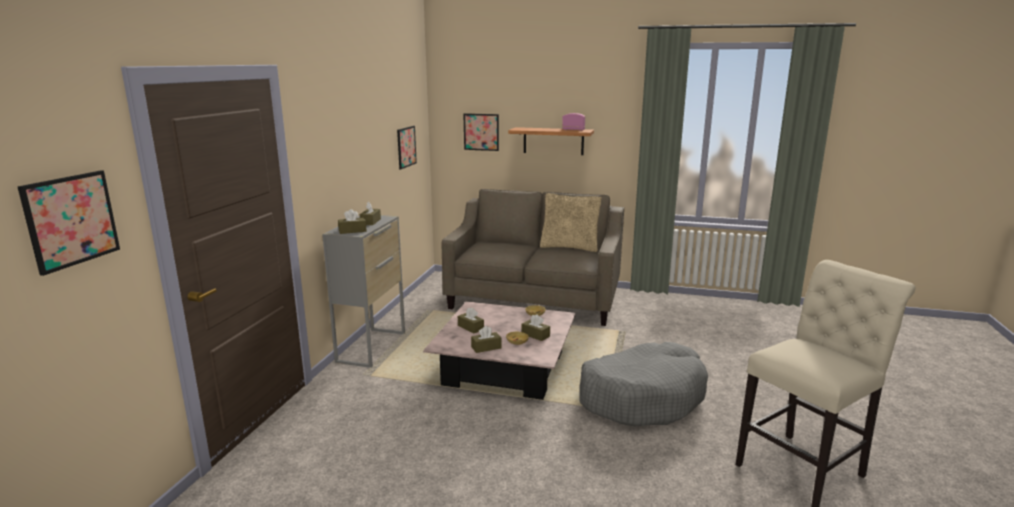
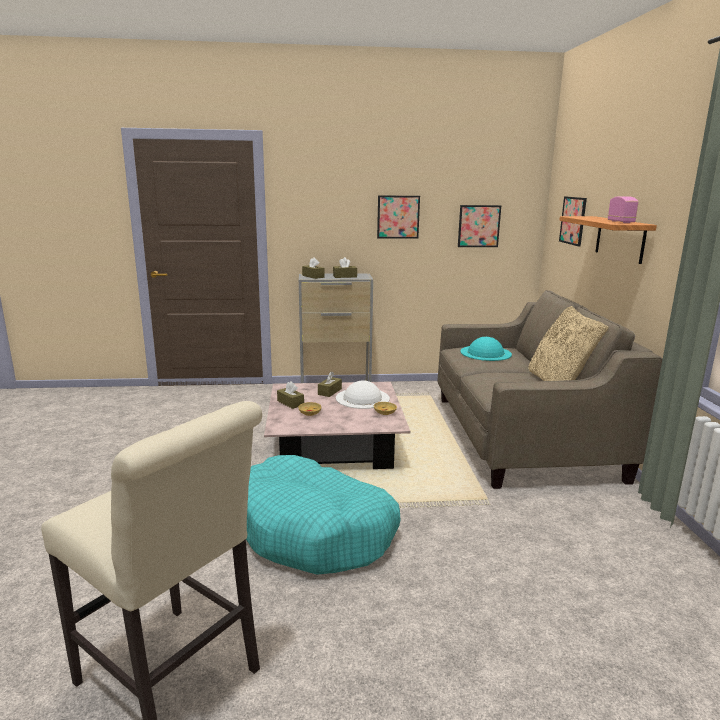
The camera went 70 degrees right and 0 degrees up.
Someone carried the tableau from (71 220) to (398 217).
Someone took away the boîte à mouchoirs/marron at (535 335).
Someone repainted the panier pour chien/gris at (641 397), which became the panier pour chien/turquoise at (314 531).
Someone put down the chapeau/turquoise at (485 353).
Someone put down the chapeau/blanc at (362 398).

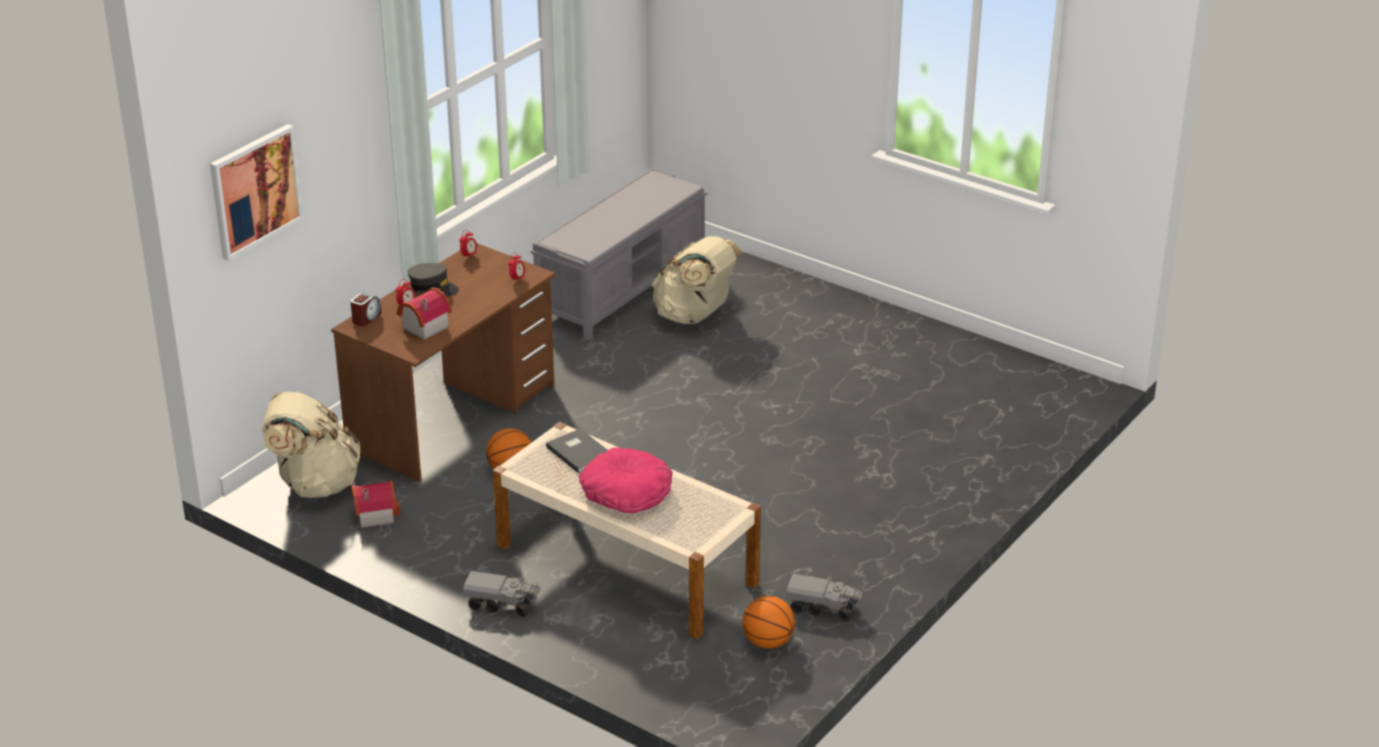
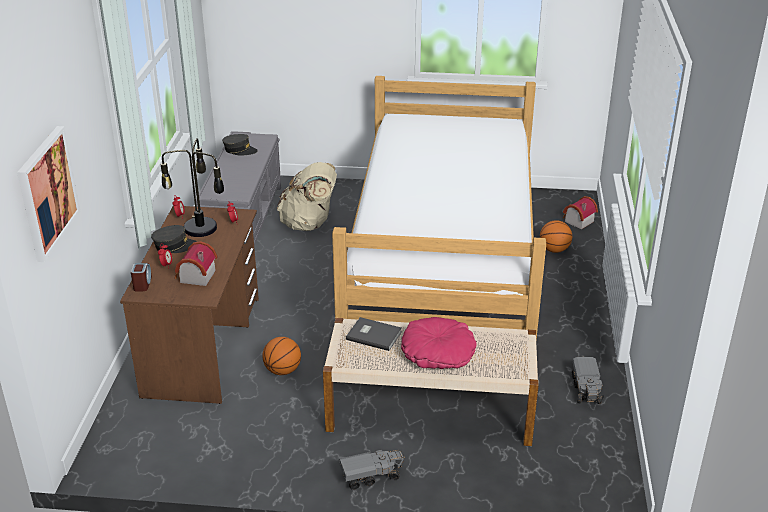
The camera went 30 degrees left and 0 degrees up.
Someone took away the sac à dos/beige at (315 484).
Someone carried the maison miniature from (373 514) to (577 221).
Someone rotated the camion jouet at (823 608) by 105 degrees clockwise.
Someone carried the ballon de basket from (768 642) to (554 250).
Someone put down the lit at (444 273).
Someone put down the casquette/gris at (239 150).
Someone put down the lampe de table at (201 228).

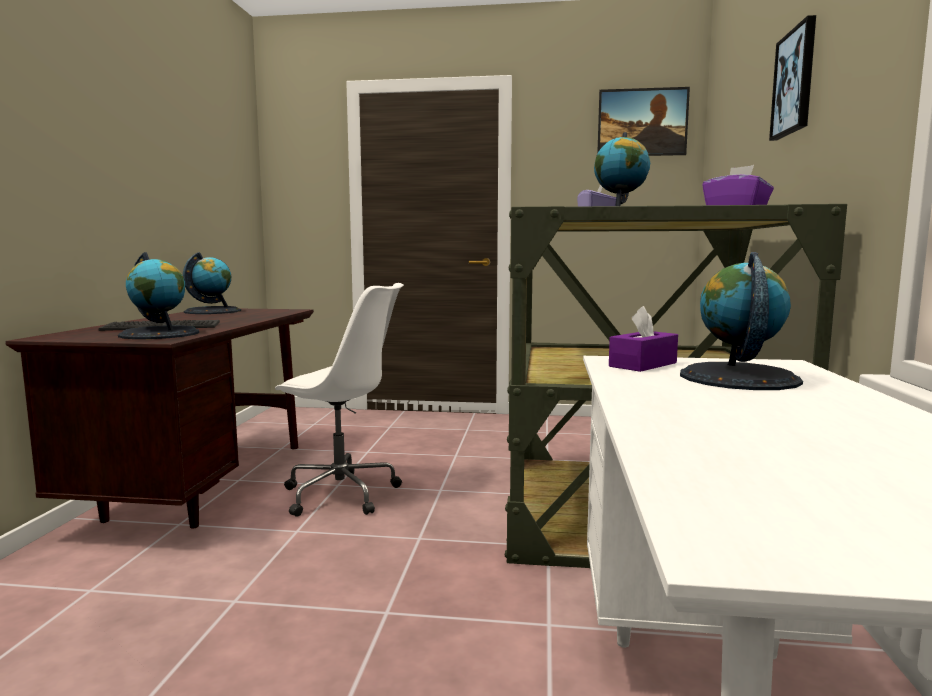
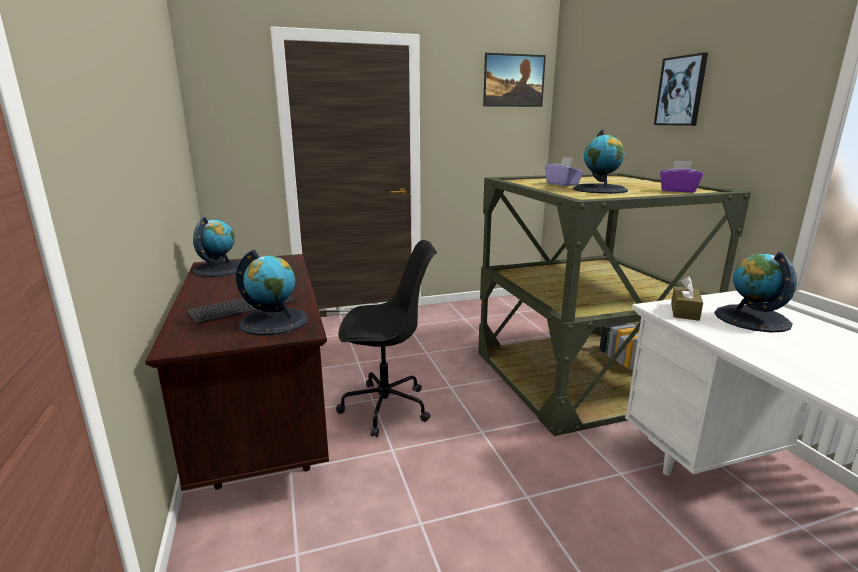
The camera went 25 degrees left and 10 degrees up.
Someone repainted the chaise de bureau/blanc at (343 495), which became the chaise de bureau/noir at (388 408).
Someone repainted the boîte à mouchoirs/violet at (643 364), which became the boîte à mouchoirs/marron at (684 311).

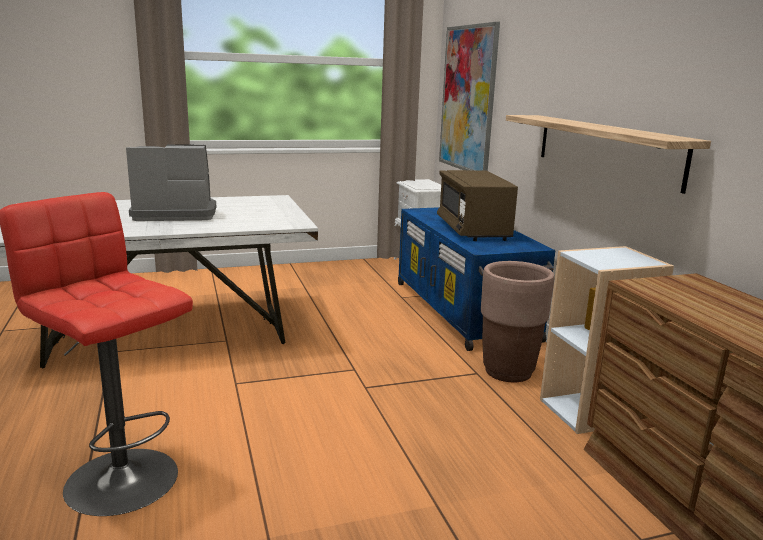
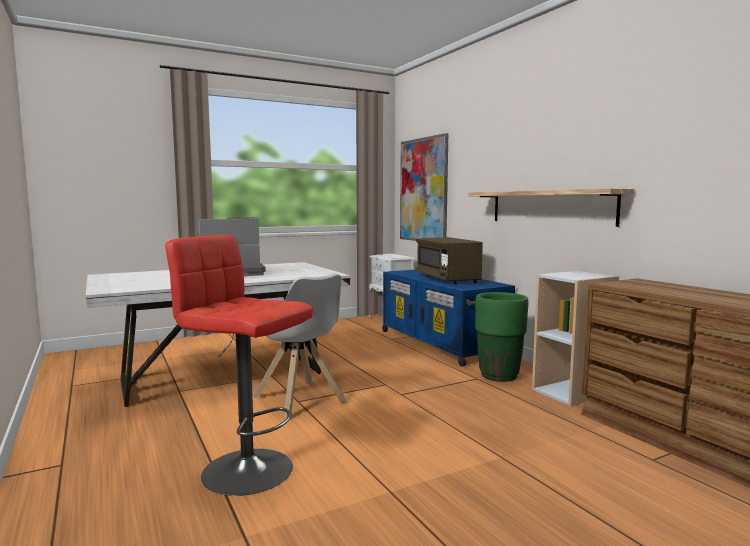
The camera went 10 degrees left and 10 degrees down.
Someone repainted the cache-pot/marron at (508 372), which became the cache-pot/vert at (499 376).
Someone put down the chaise at (300 400).

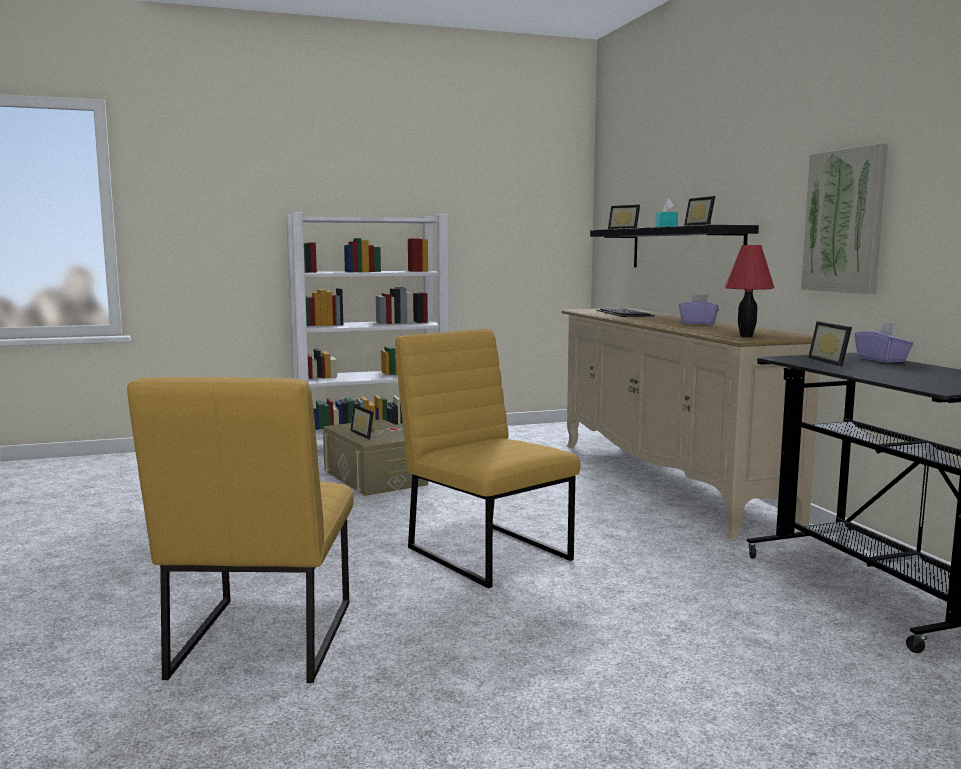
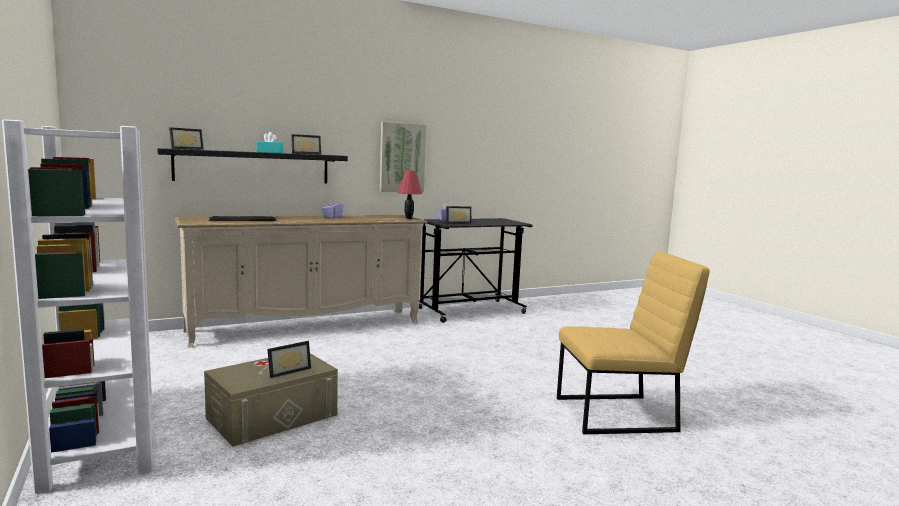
The camera went 100 degrees left and 0 degrees up.
Someone took away the chaise/jaune at (486 551).

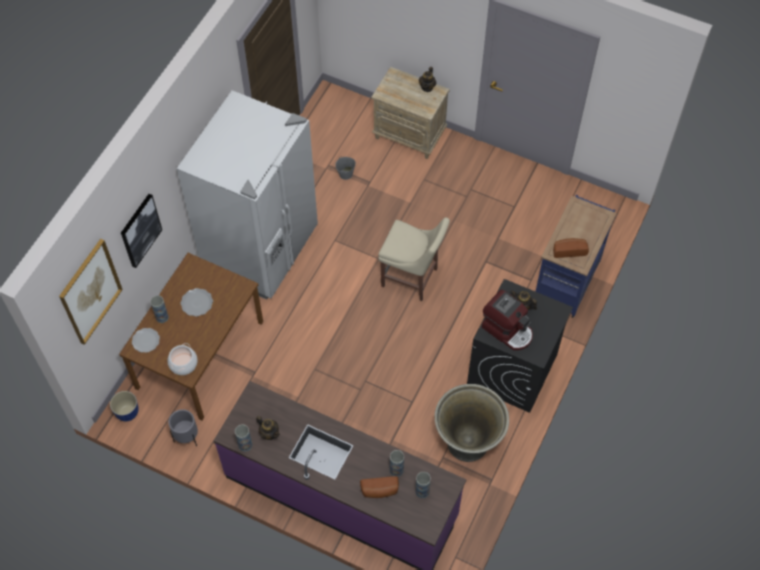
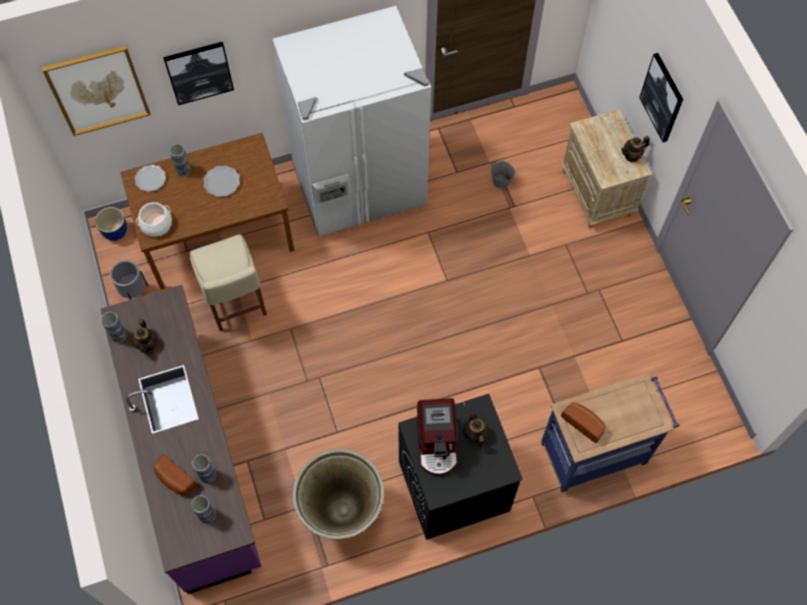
The camera went 45 degrees right and 5 degrees up.
Someone carried the chaise/beige from (412 278) to (236 304).
Someone put up the tableau at (662 97).

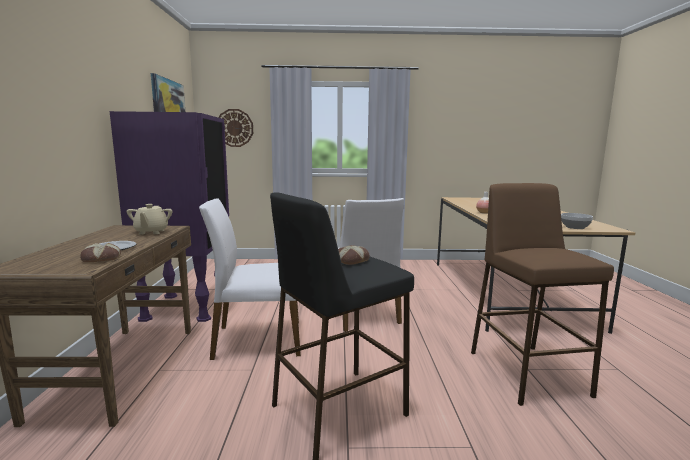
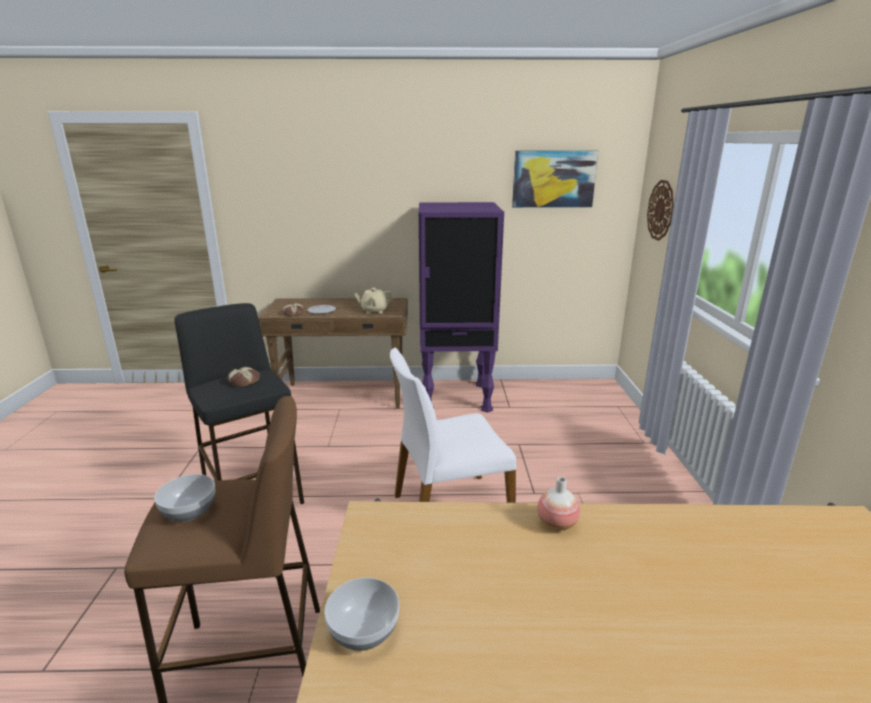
The camera went 90 degrees right and 10 degrees up.
Someone took away the chaise/blanc at (257 339).
Someone put down the bol at (189 510).

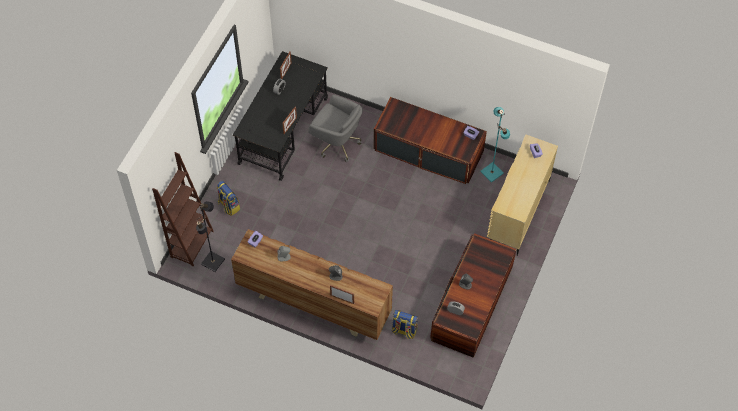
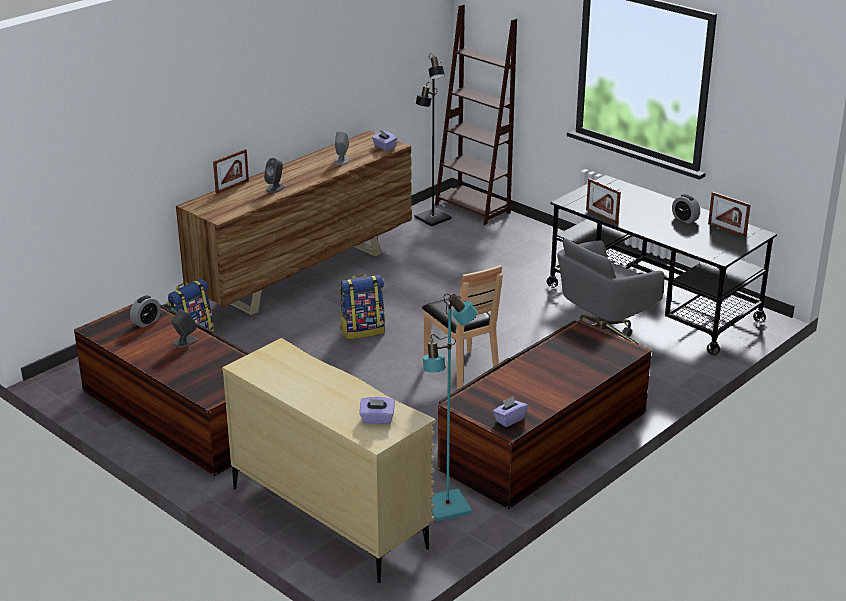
The camera went 110 degrees right and 30 degrees down.
Someone carried the sac à dos from (228 206) to (363 330).
Someone put down the chaise/marron at (462 371).

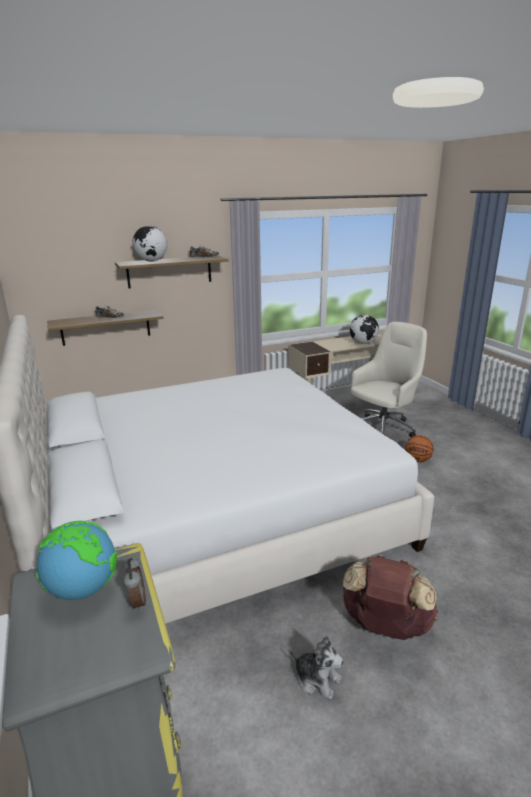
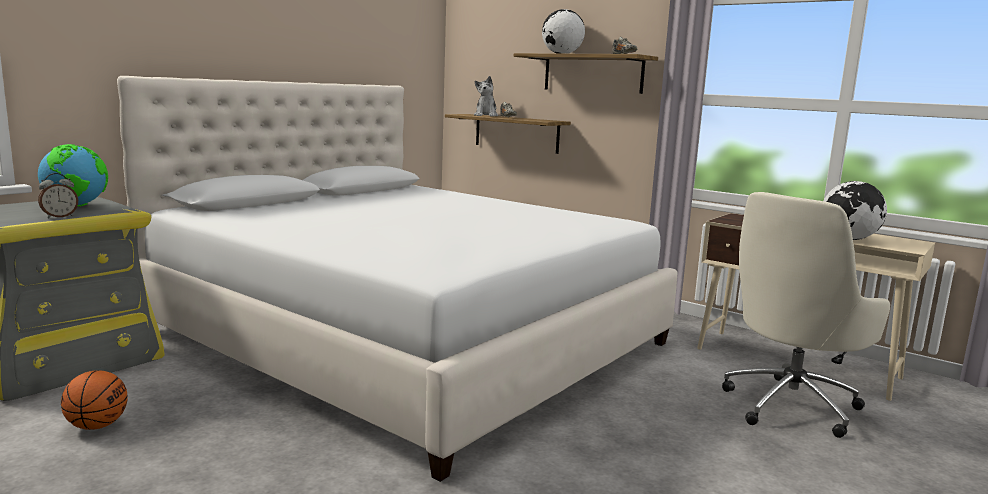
The camera went 60 degrees right and 10 degrees down.
Someone rotated the chaise de bureau/beige at (383 429) by 120 degrees clockwise.
Someone carried the ballon de basket from (417 460) to (97 426).
Someone took away the sac à dos/marron at (385 626).
Someone carried the peluche from (317 679) to (486 115).

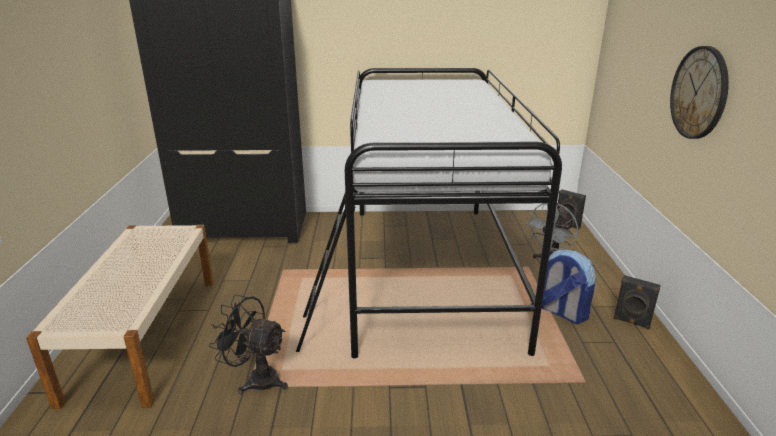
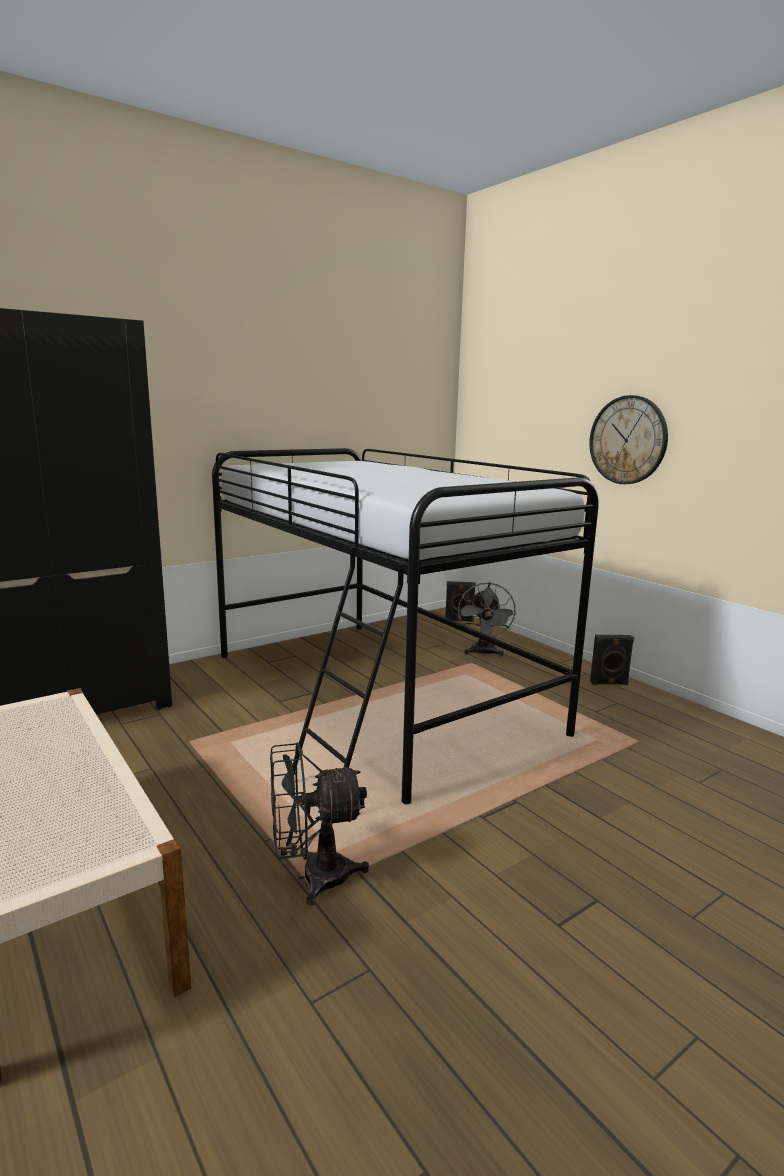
The camera went 35 degrees left and 10 degrees down.
Someone took away the sac à dos at (561 312).

